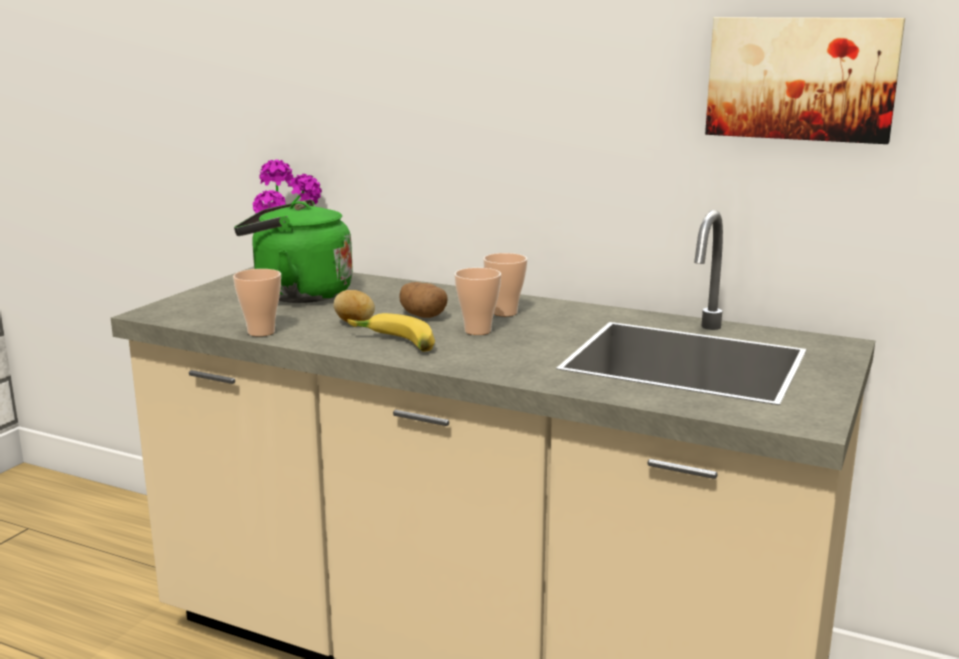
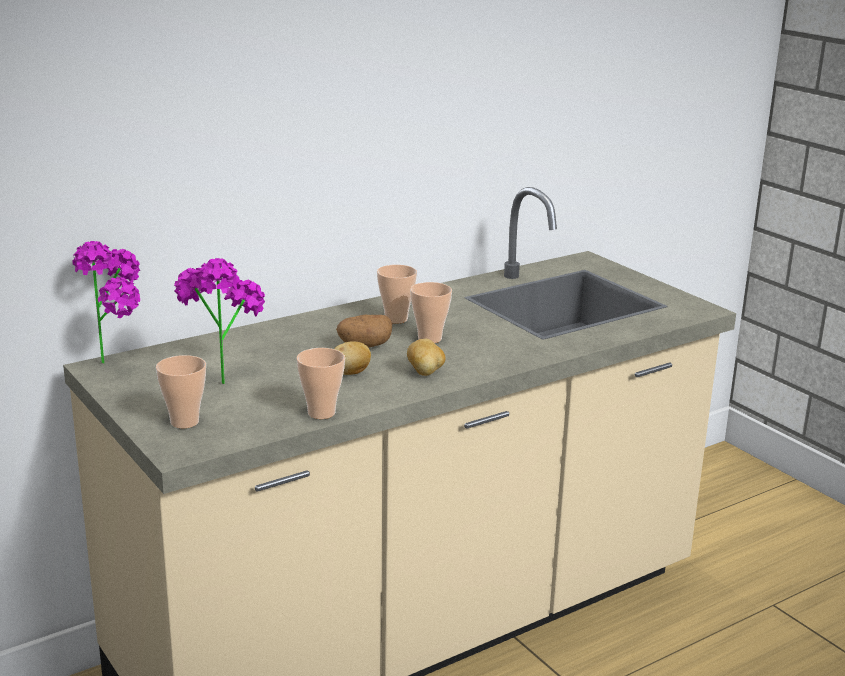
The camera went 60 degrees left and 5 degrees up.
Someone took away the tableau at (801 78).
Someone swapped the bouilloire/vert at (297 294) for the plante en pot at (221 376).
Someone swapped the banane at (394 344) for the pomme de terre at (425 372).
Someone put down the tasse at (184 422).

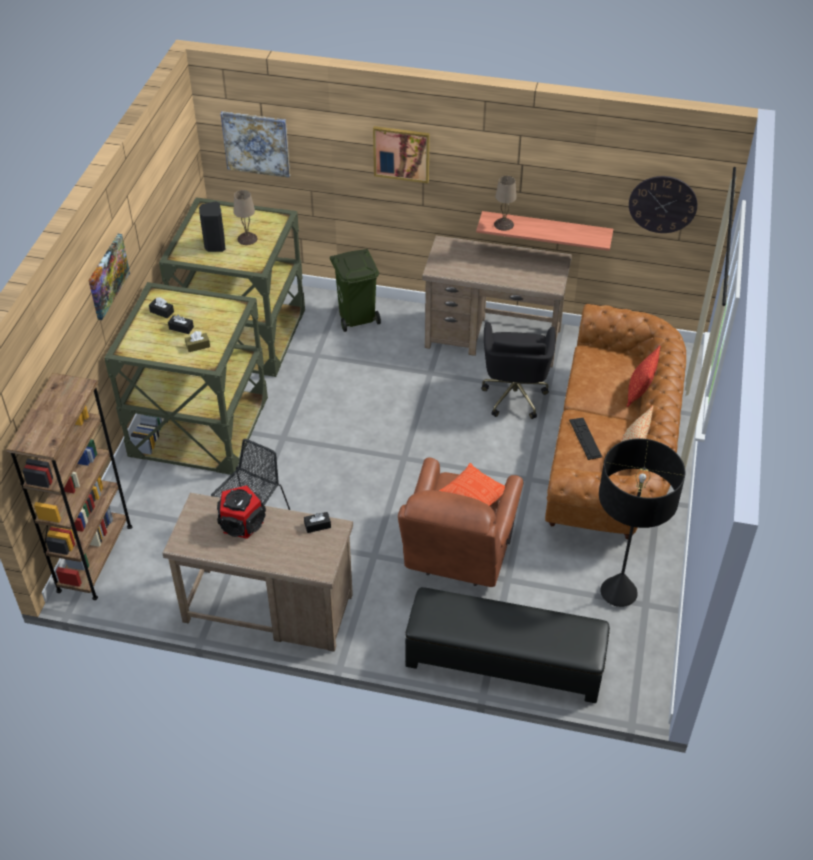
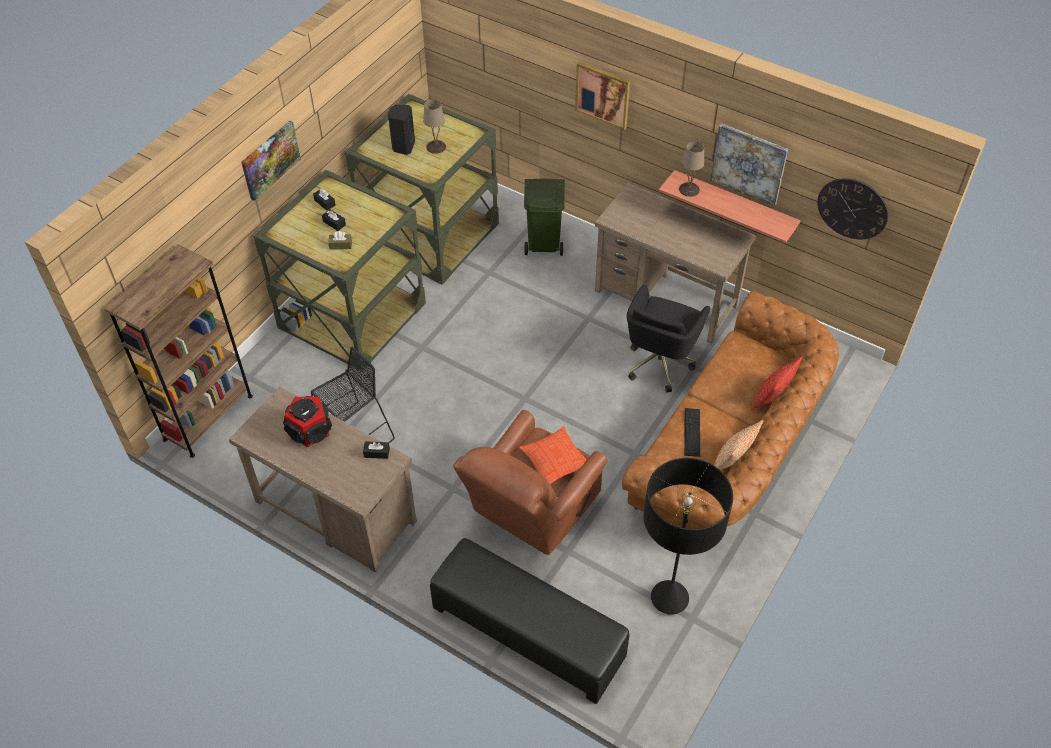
The camera went 20 degrees right and 5 degrees up.
Someone carried the tableau from (256 143) to (749 164).

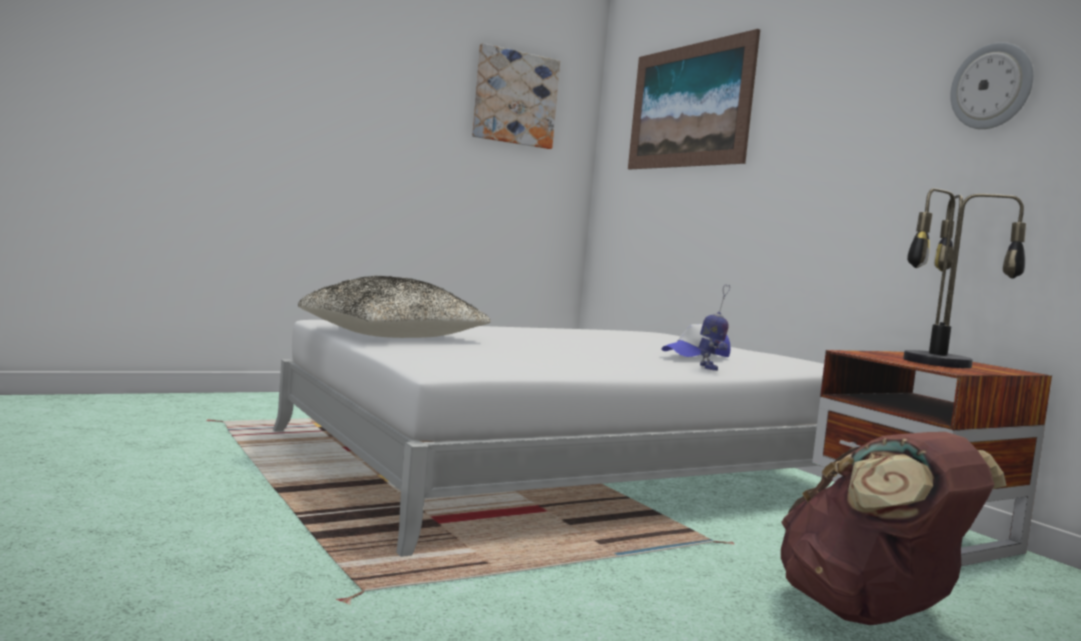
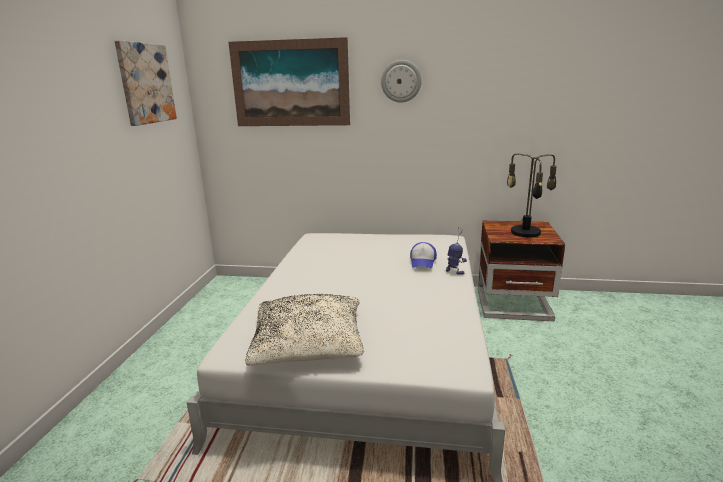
The camera went 50 degrees left and 15 degrees up.
Someone carried the horloge murale from (992 86) to (401 81).
Someone took away the sac à dos/marron at (870 615).

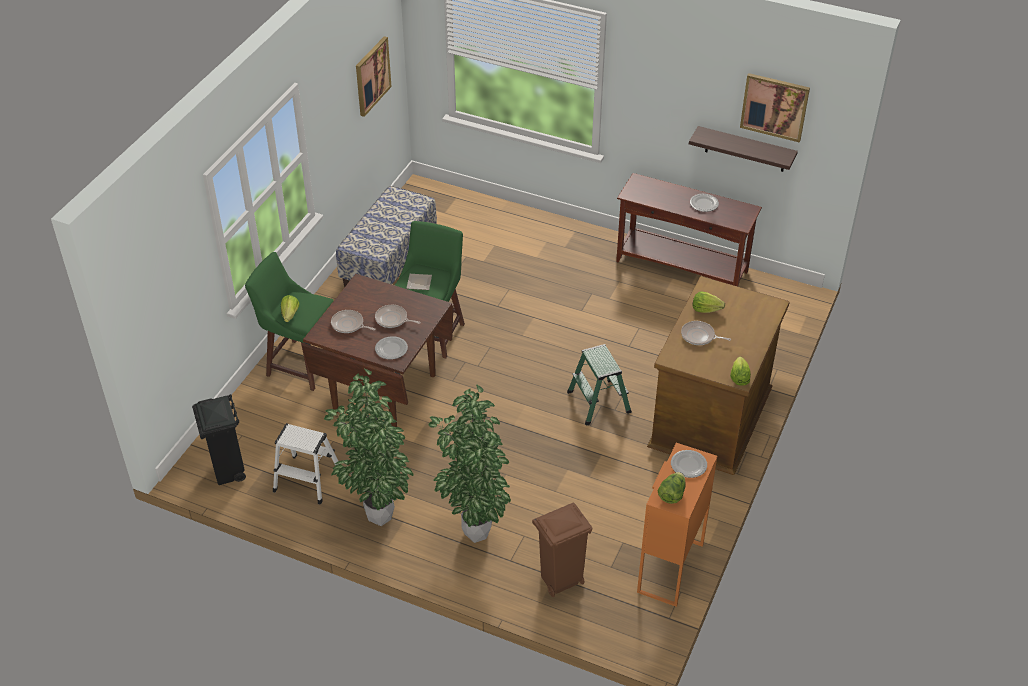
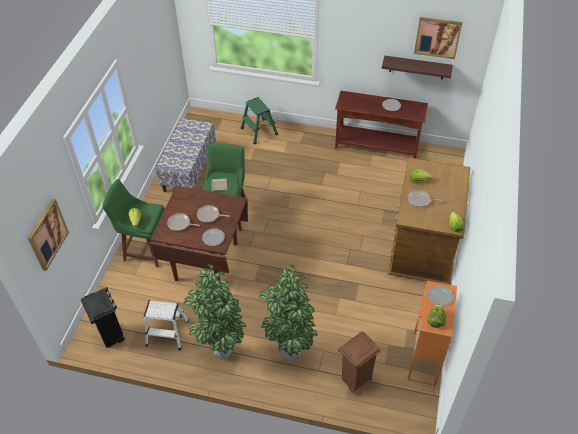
The camera went 10 degrees left and 5 degrees up.
Someone carried the tableau from (372 76) to (47 234).
Someone carried the escabeau/vert from (599 402) to (259 131).

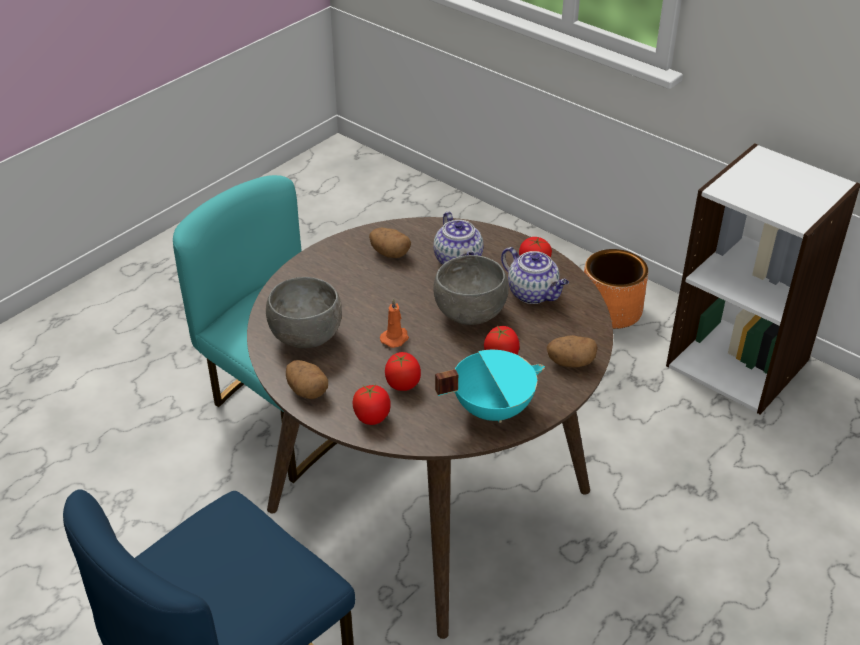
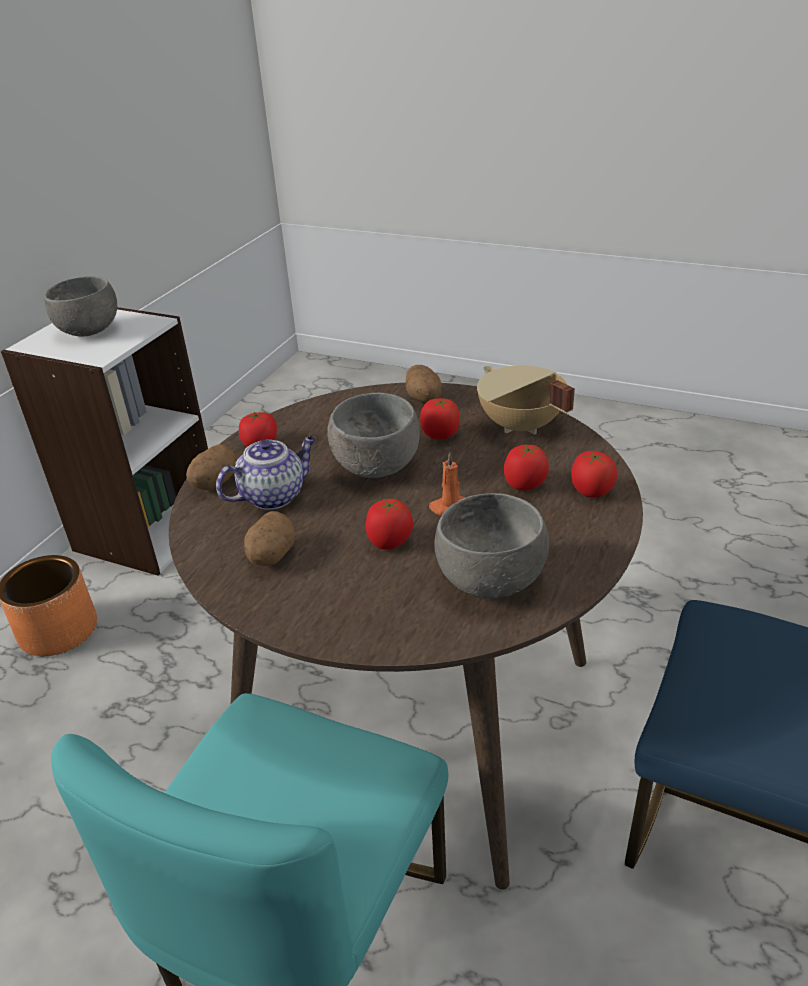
The camera went 105 degrees left and 5 degrees down.
Someone took away the théière at (534 294).
Someone repainted the marmite/turquoise at (491 408), which became the marmite/beige at (520 426).
Someone carried the pomme de terre from (307 390) to (214 483).
Someone put down the bol/gris at (89 331).
Someone put down the tomate at (389 542).

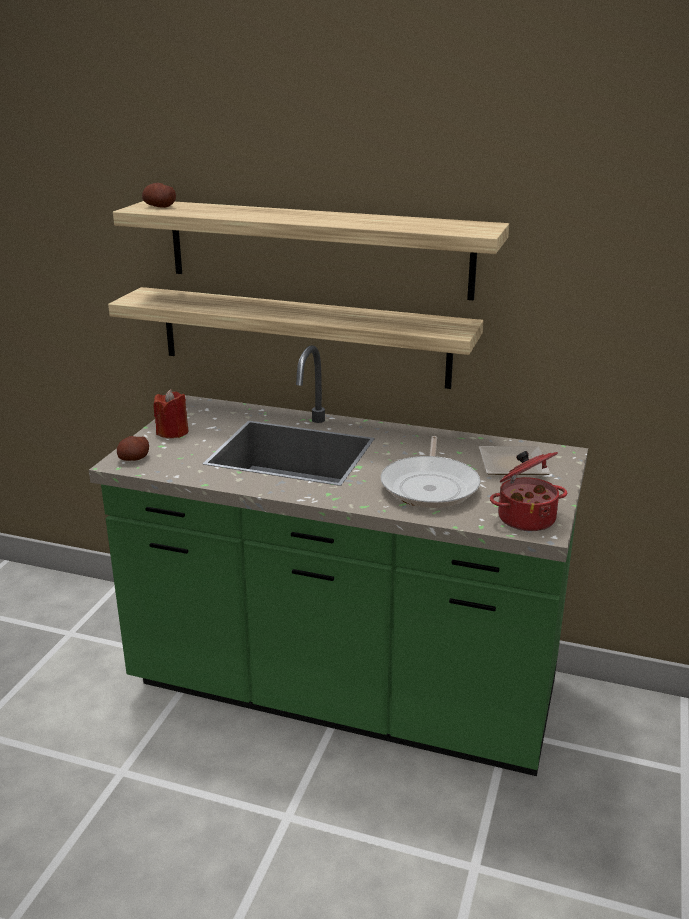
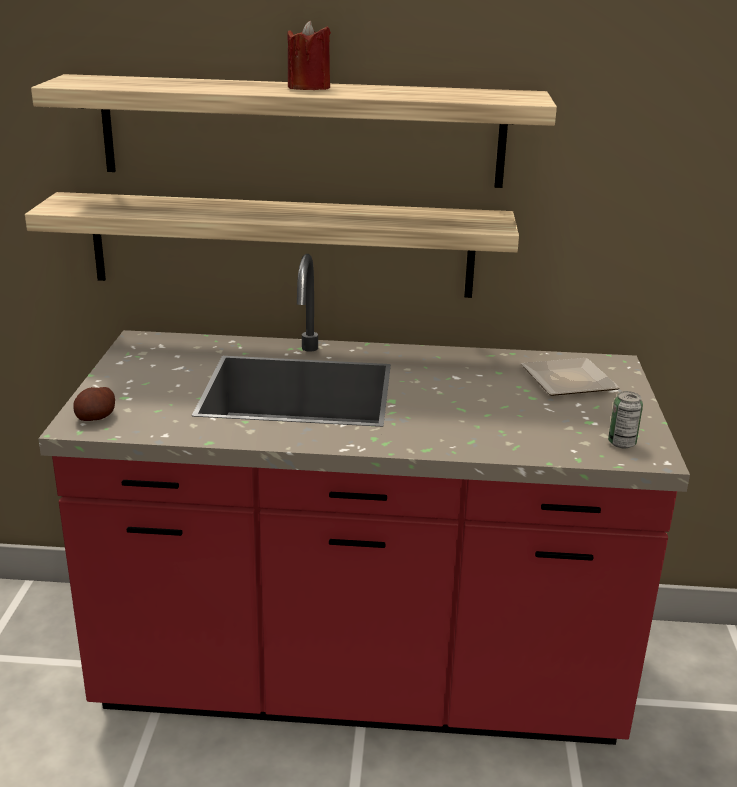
The camera went 15 degrees left and 0 degrees up.
Someone took away the pomme de terre at (159 207).
Someone repainted the comptoir de cuisine/vert at (344 692), which became the comptoir de cuisine/rouge at (360 678).
Someone carried the bougie/rouge from (173 432) to (309 88).
Someone took away the poêle at (430 486).
Someone swapped the marmite at (525 517) for the boîte métallique at (621 443).

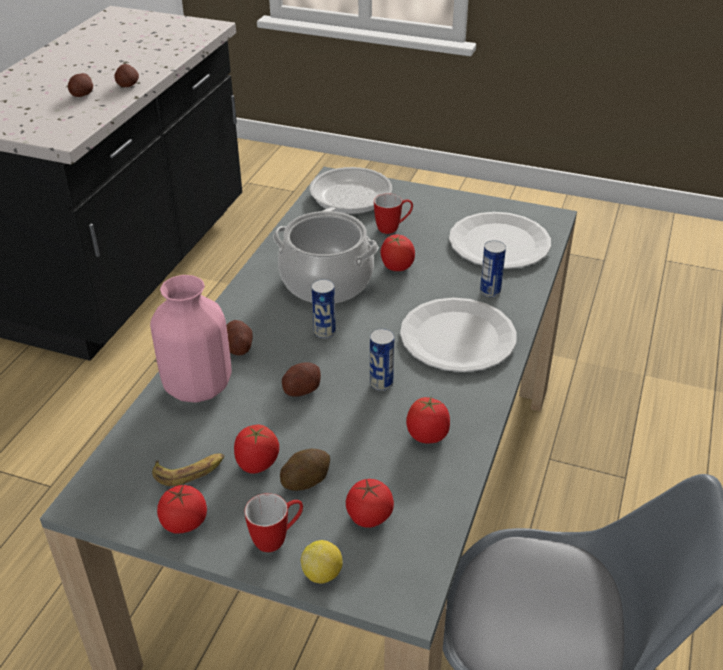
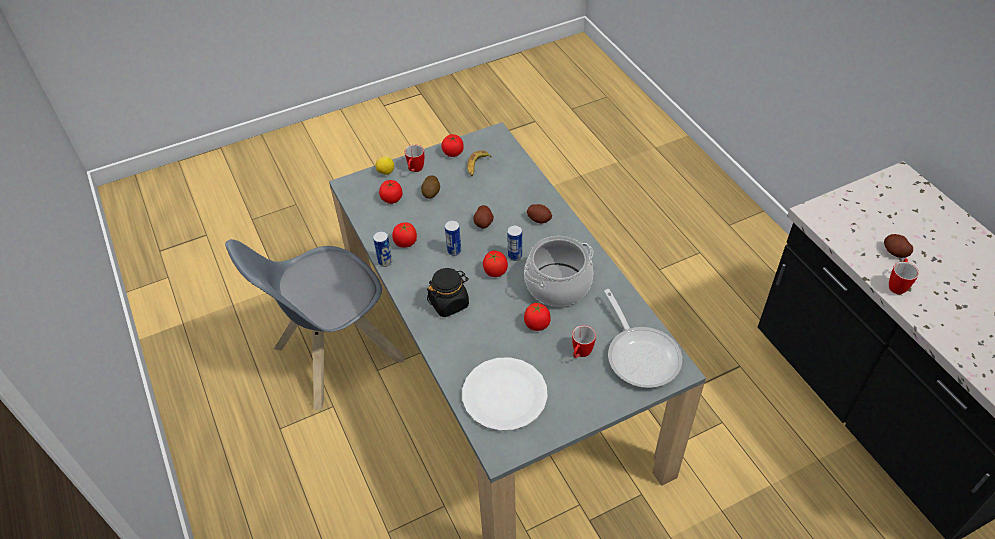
The camera went 135 degrees right and 10 degrees up.
Someone swapped the pomme de terre at (128 85) for the mug at (897 285).
Someone carried the boîte métallique from (490 291) to (385 262).
Someone took away the vase/rose at (196 387).
Someone swapped the assiette/blanc at (458 337) for the bocal/noir at (449 303).
Someone carried the tomate from (257 464) to (495 272).

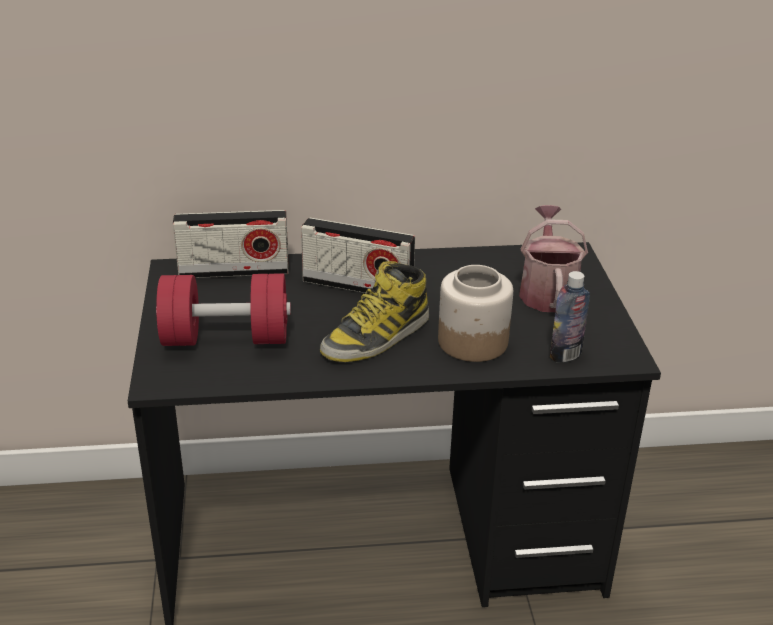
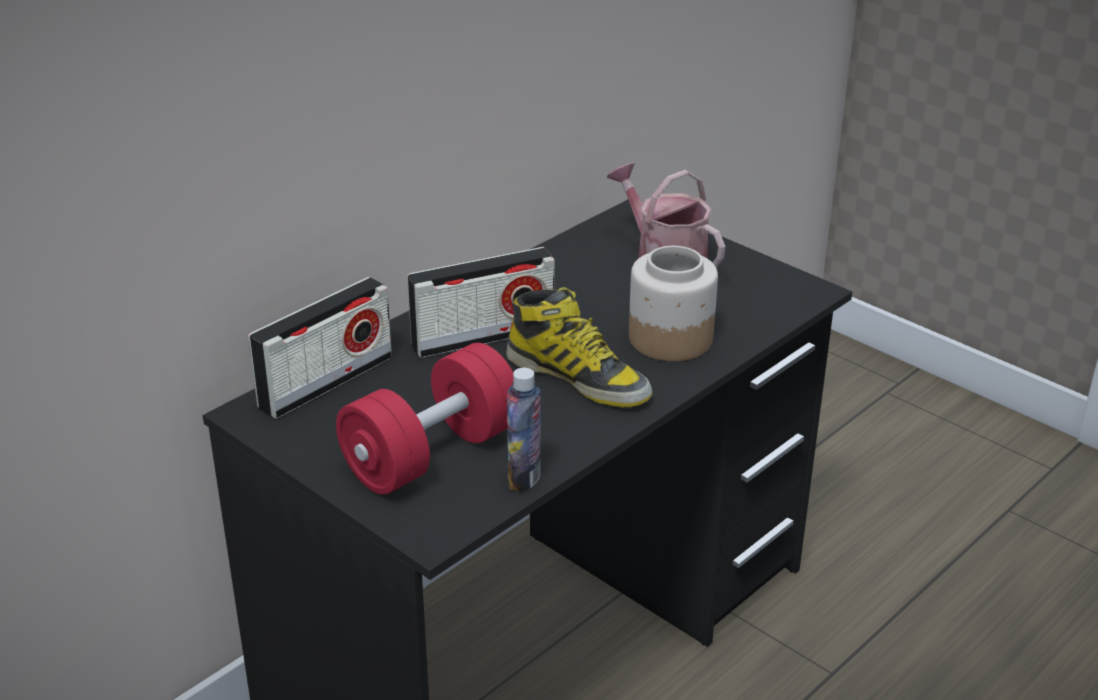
The camera went 40 degrees left and 0 degrees up.
Someone rotated the botte at (376 337) by 60 degrees counterclockwise.
Someone carried the bouteille from (565 355) to (524 478).

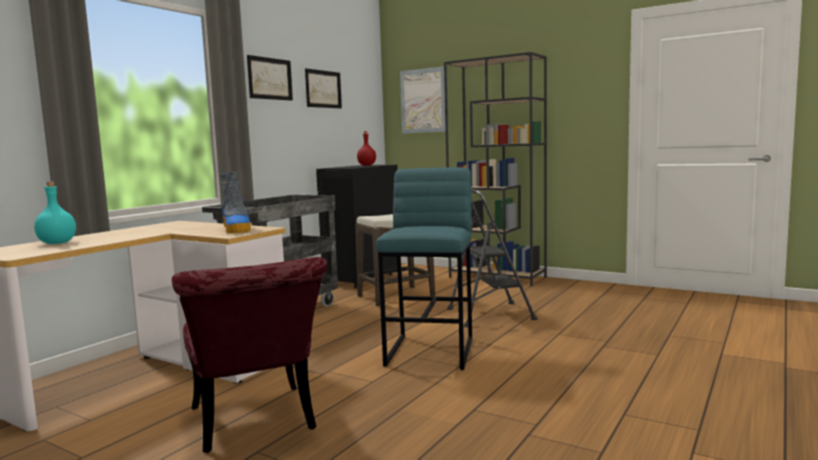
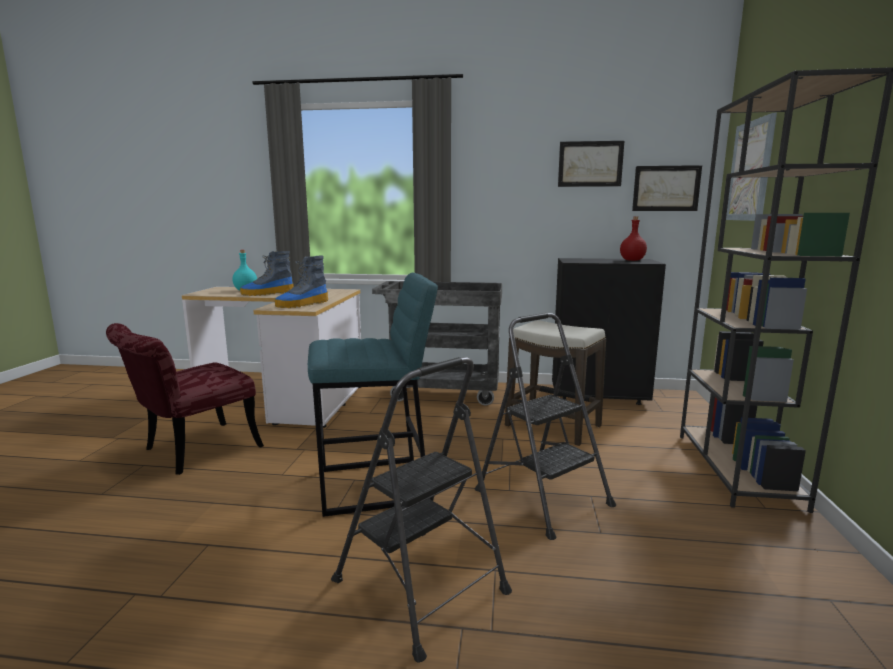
The camera went 65 degrees right and 5 degrees up.
Someone carried the tableau from (270 78) to (666 188).
Someone put down the botte at (267 293).
Someone put down the escabeau/noir at (423 587).

